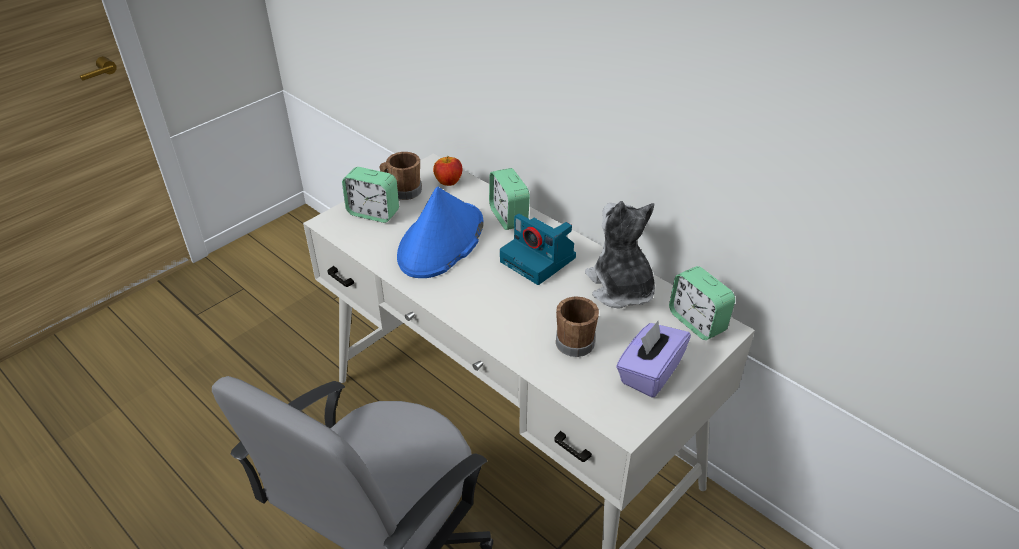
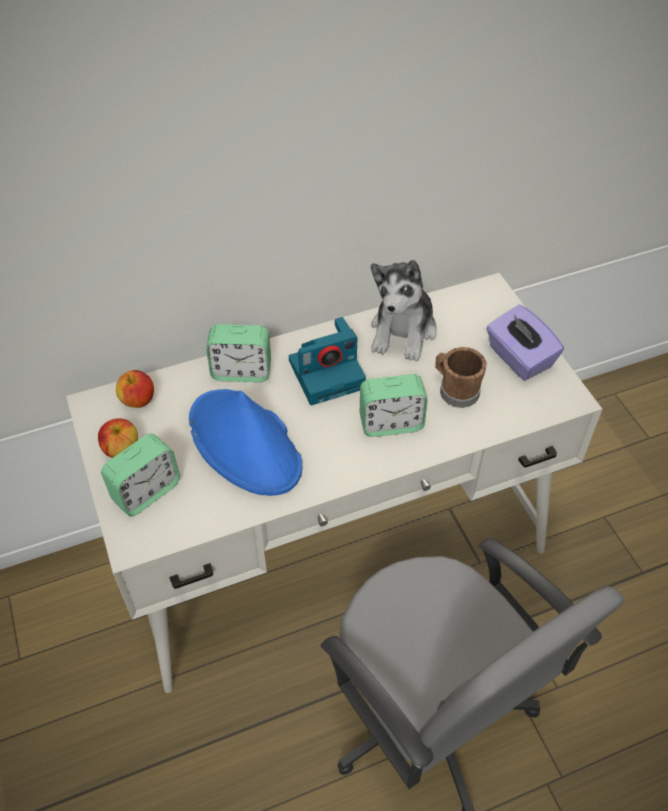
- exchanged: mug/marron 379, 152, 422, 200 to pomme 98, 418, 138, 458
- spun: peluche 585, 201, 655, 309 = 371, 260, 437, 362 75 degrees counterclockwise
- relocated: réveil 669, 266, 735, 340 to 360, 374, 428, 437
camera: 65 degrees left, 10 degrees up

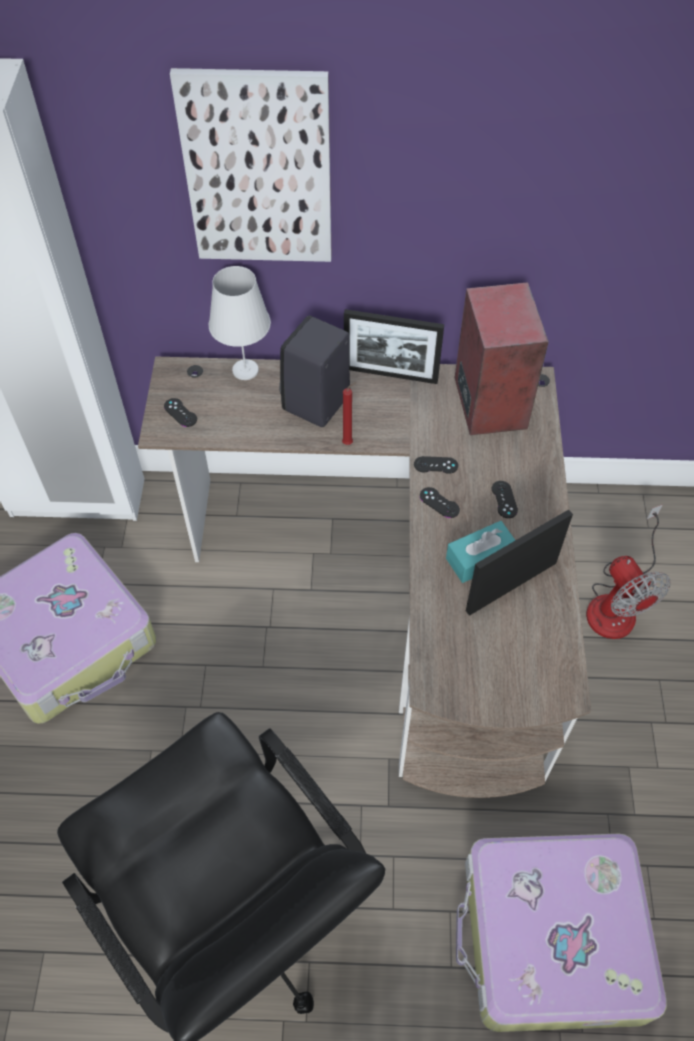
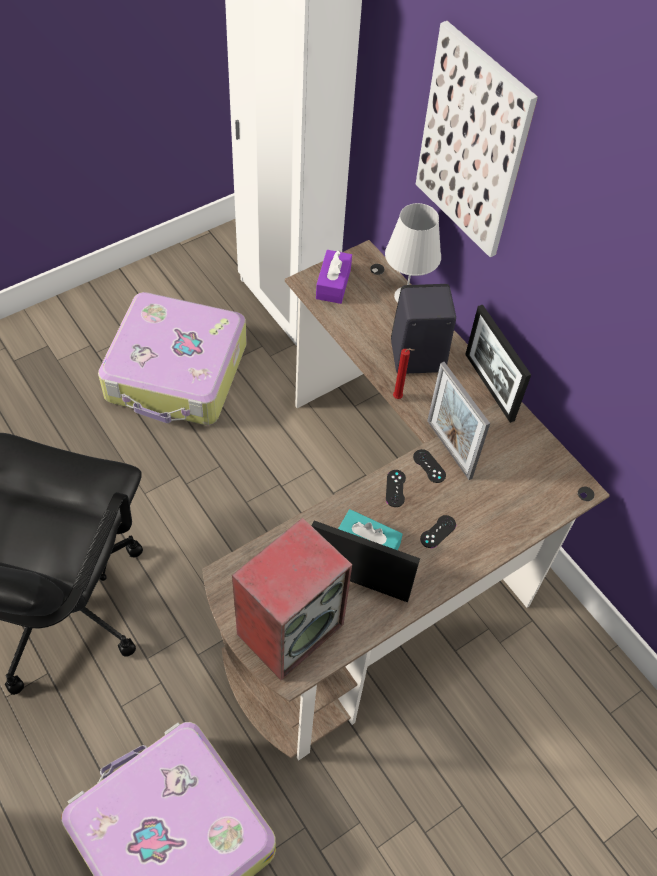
- exchanged: manette/noir 164, 398, 197, 427 to boîte à mouchoirs/violet 316, 250, 352, 304
- relocated: enceinte 455, 282, 549, 435 to 232, 518, 352, 681
- missing: ventilateur 586, 505, 670, 639
- appeared: cadre photo 427, 362, 490, 480
camera: 50 degrees right, 0 degrees up

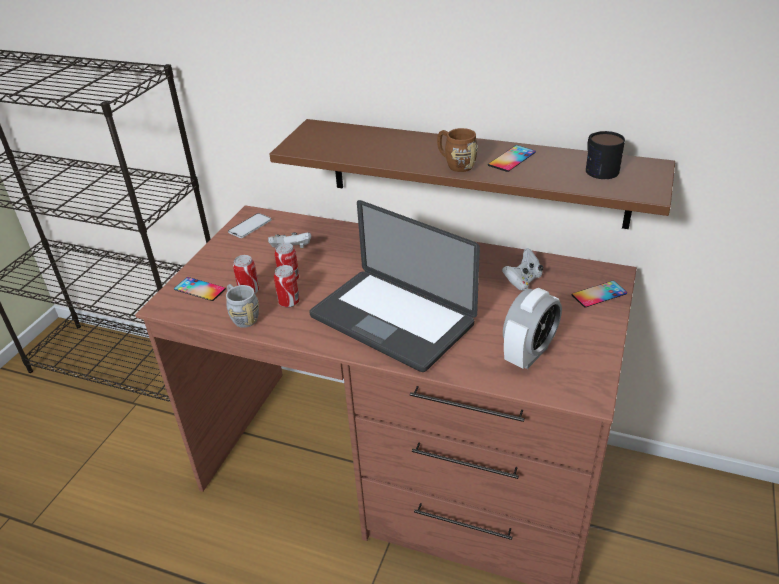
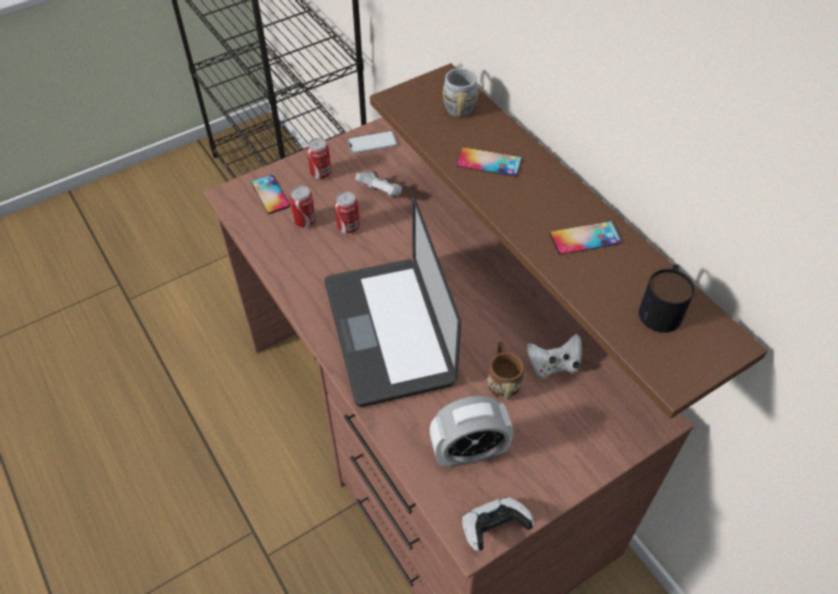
- relocated: mug/gris 226, 284, 259, 328 to 443, 63, 478, 117
- relocated: boîte métallique 274, 265, 300, 308 to 307, 138, 331, 179
- relocated: mug/marron 437, 128, 478, 172 to 487, 342, 525, 400
- relocated: téléphone 572, 281, 627, 307 to 457, 147, 522, 177
- appeared: manette 462, 497, 534, 551
camera: 35 degrees right, 15 degrees up

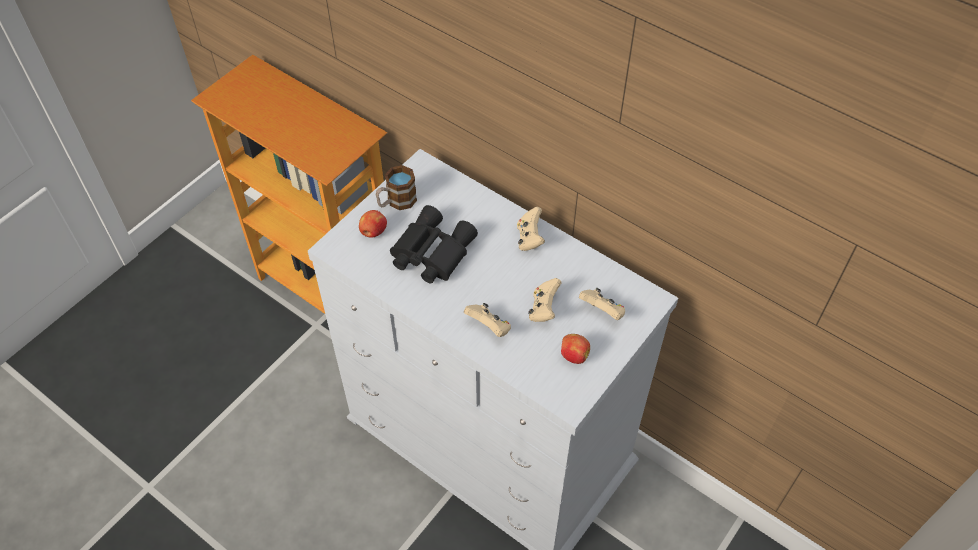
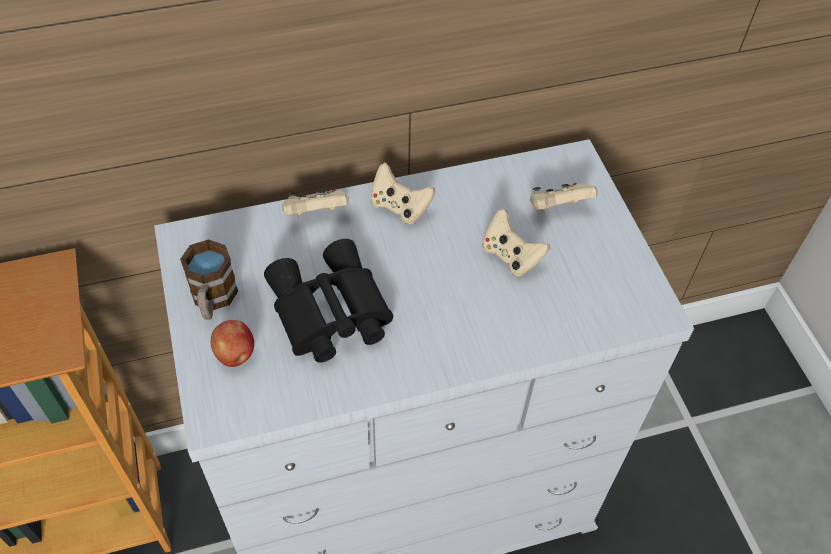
- relocated: manette/beige 464, 303, 511, 337 to 282, 190, 349, 217
- missing: pomme 561, 334, 590, 364
camera: 55 degrees left, 0 degrees up

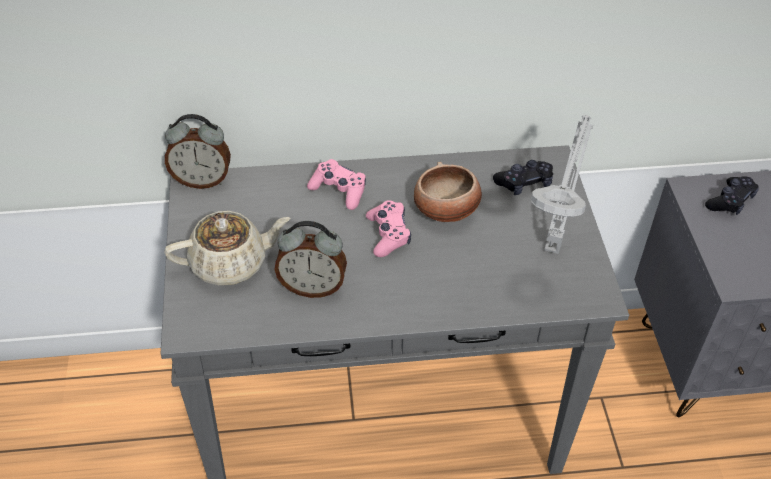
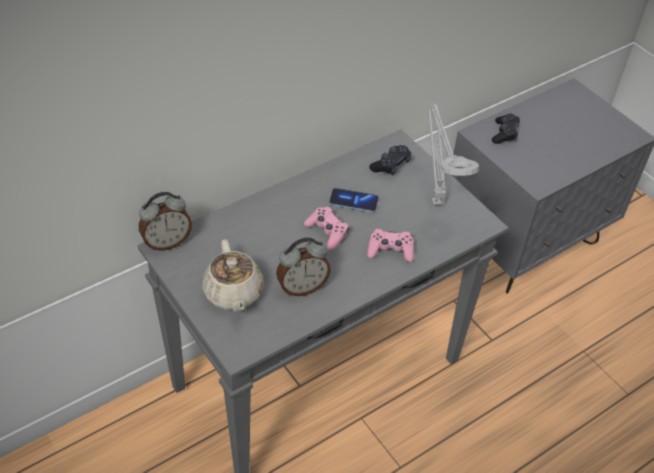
- spun: théière/beige 164, 211, 290, 286 = 202, 239, 263, 312 120 degrees clockwise
- relocated: manette/rose 307, 159, 366, 210 to 367, 229, 414, 262
- exchanged: bol 414, 162, 482, 222 to téléphone 329, 188, 379, 213
camera: 30 degrees left, 0 degrees up

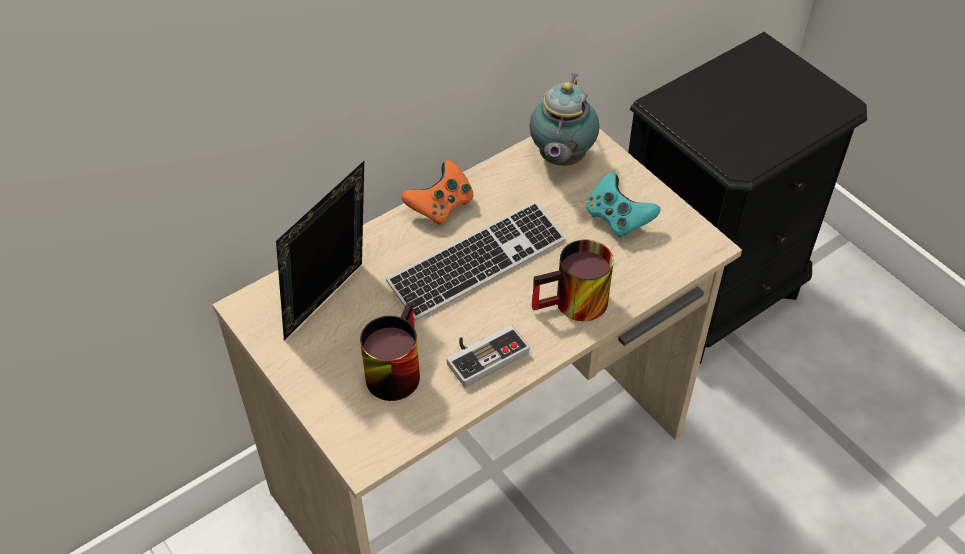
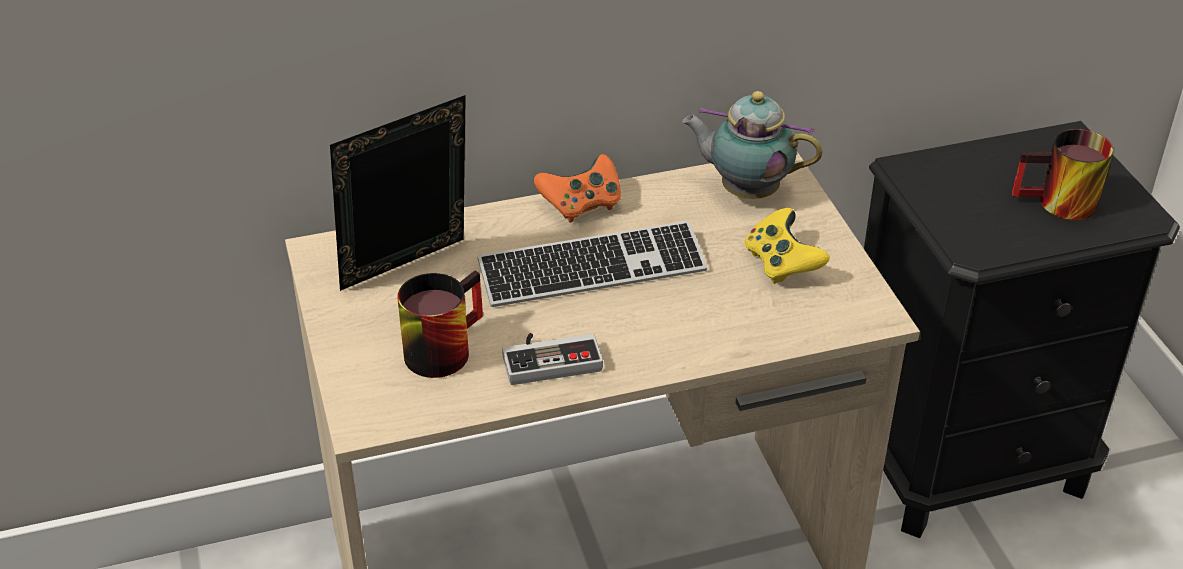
- spun: théière 529, 73, 599, 166 = 682, 91, 822, 199 75 degrees clockwise
- relocated: mug 532, 239, 614, 321 to 1012, 129, 1113, 220
- colour: manette/turquoise 586, 172, 661, 238 to manette/jaune 745, 208, 830, 284
camera: 20 degrees right, 10 degrees down

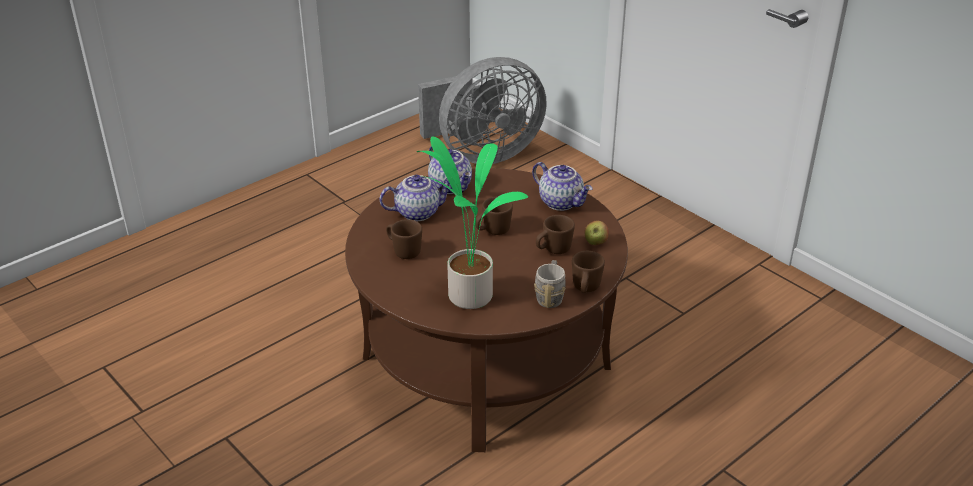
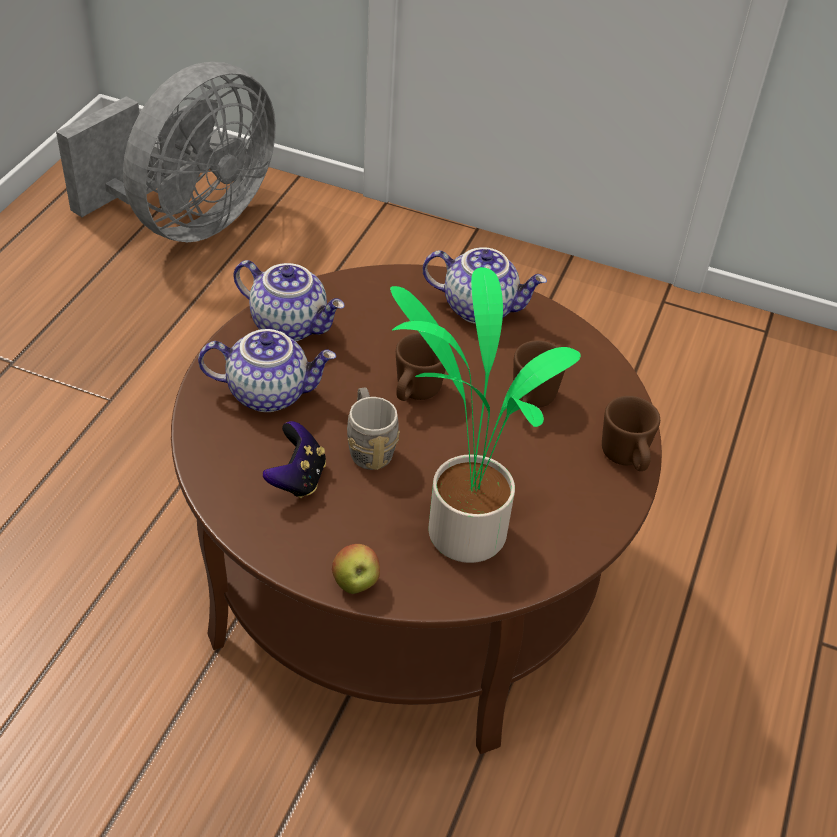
- spun: théière 380, 175, 450, 221 = 198, 329, 336, 412 45 degrees clockwise
- exchanged: mug/marron 386, 219, 422, 259 to manette 263, 421, 326, 498
- relocated: mug/gris 534, 260, 566, 308 to 347, 387, 400, 470
- relocated: pomme 584, 221, 609, 245 to 332, 544, 380, 594
camera: 30 degrees left, 10 degrees up

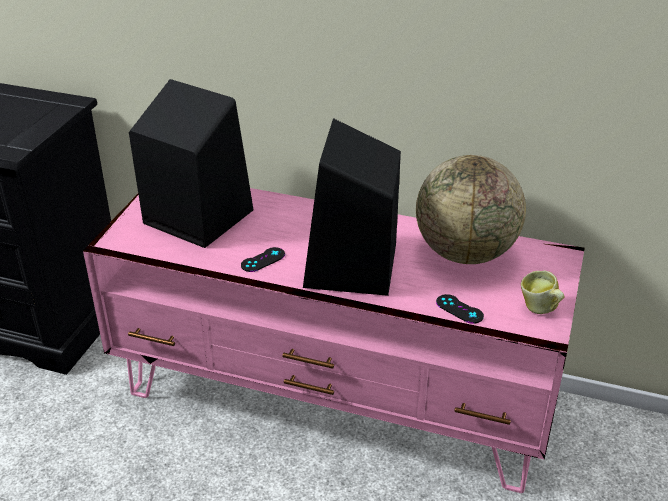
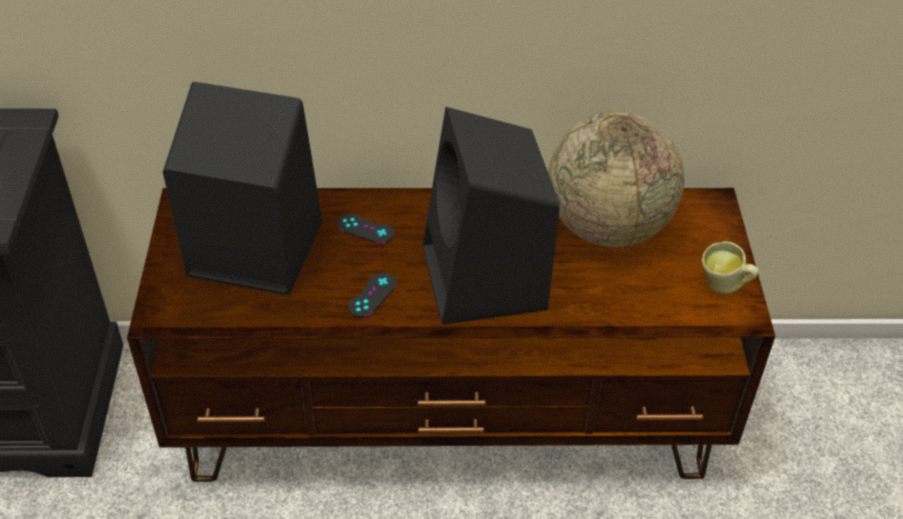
- colour: meuble télé/rose 83, 188, 585, 493 to meuble télé/marron 127, 188, 775, 482
- relocated: manette/noir 436, 294, 484, 324 to 337, 214, 394, 243
camera: 20 degrees left, 10 degrees up

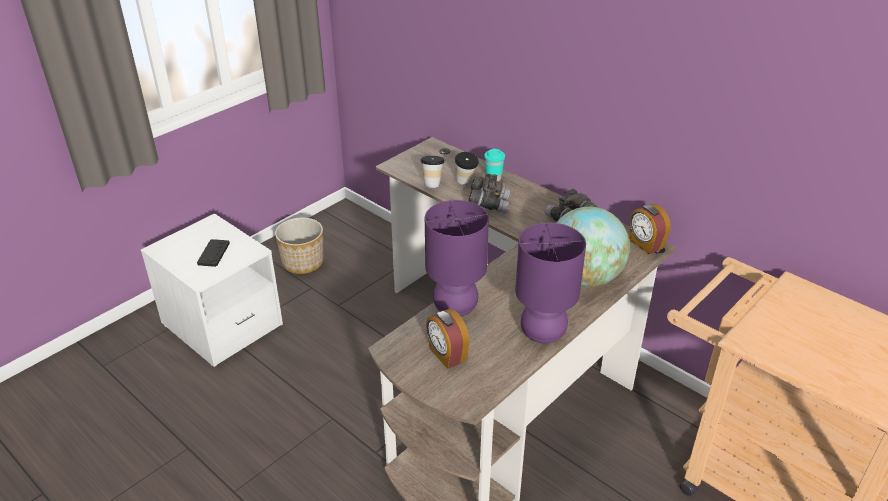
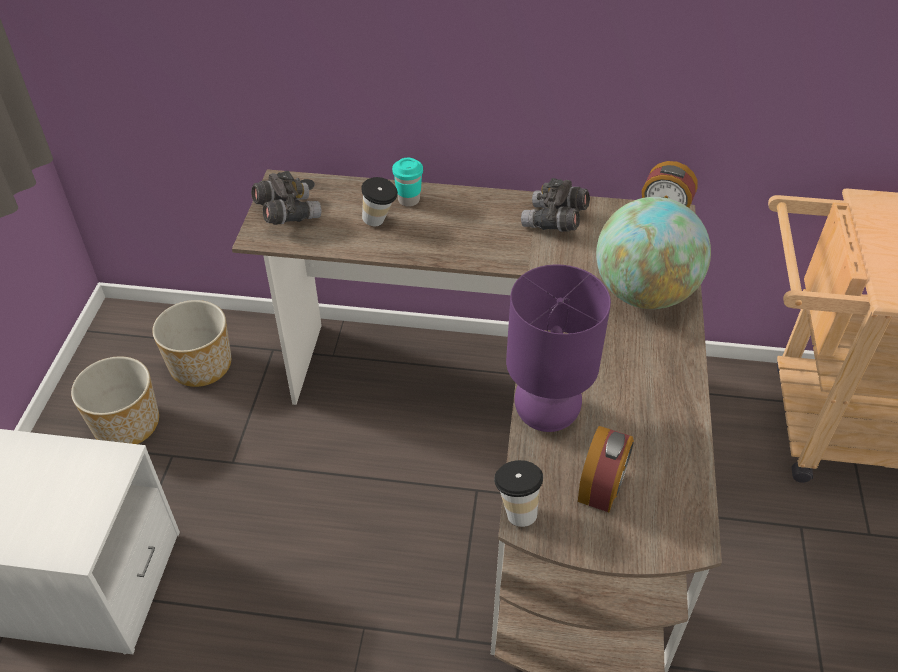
- missing: manette/noir 197, 239, 230, 267
- relocated: tasse 421, 156, 445, 188 to 494, 460, 543, 527
- spun: réveil 426, 309, 470, 369 = 578, 426, 634, 512 90 degrees counterclockwise
- relocated: jumelles/gris 468, 174, 511, 213 to 251, 171, 322, 225
- missing: lampe de table/violet 515, 223, 586, 344
- appeared: cache-pot 152, 300, 231, 387
camera: 35 degrees left, 10 degrees up

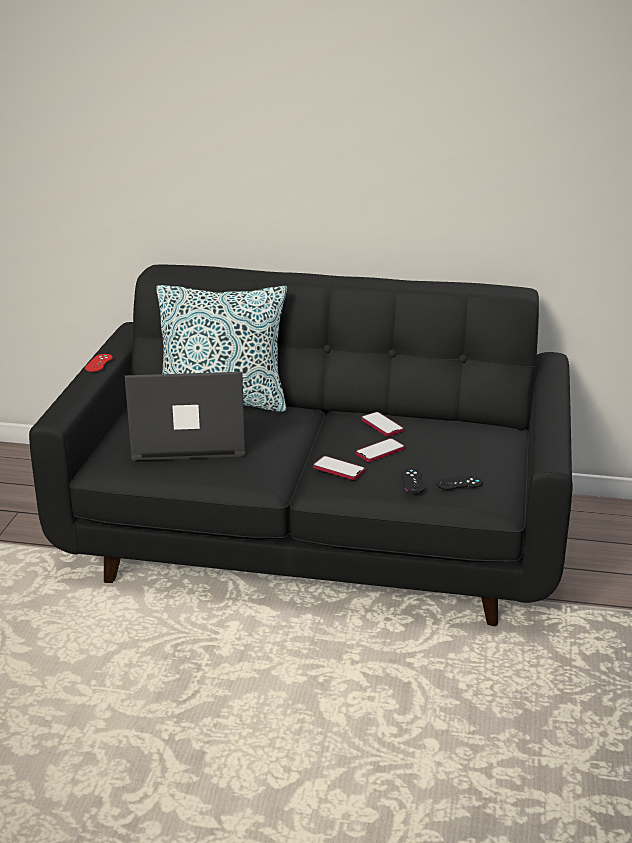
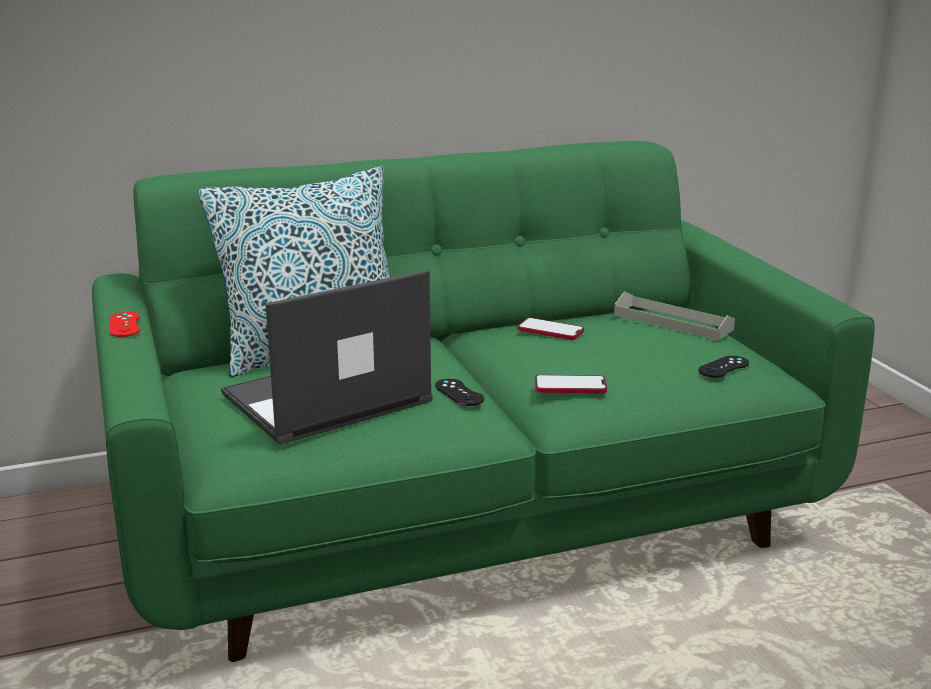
- colour: canapé/noir 29, 265, 573, 626 to canapé/vert 92, 141, 875, 662
- missing: téléphone 356, 438, 405, 462
- relocated: manette/noir 401, 468, 425, 493 to 435, 379, 484, 406
- appeared: plateau/gris 614, 292, 735, 340
camera: 30 degrees left, 5 degrees down

